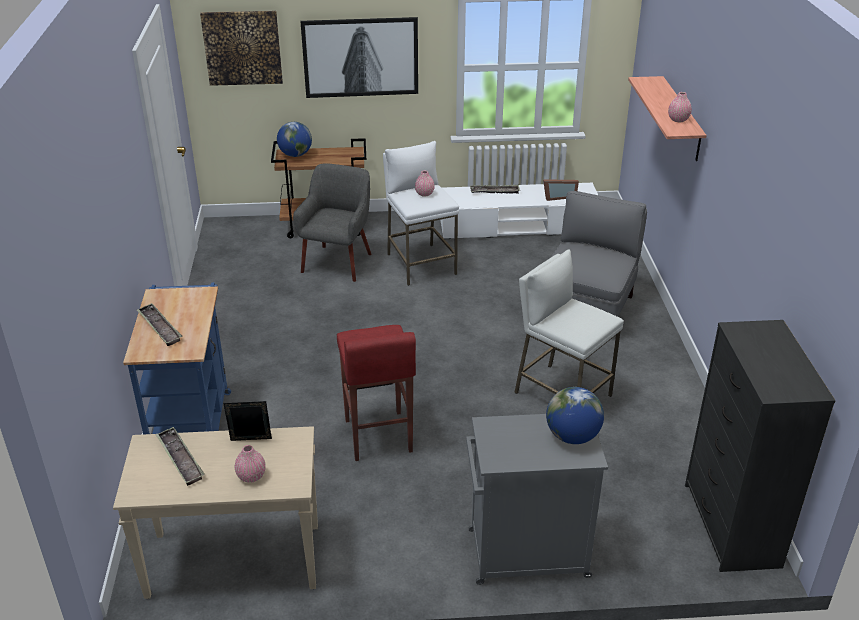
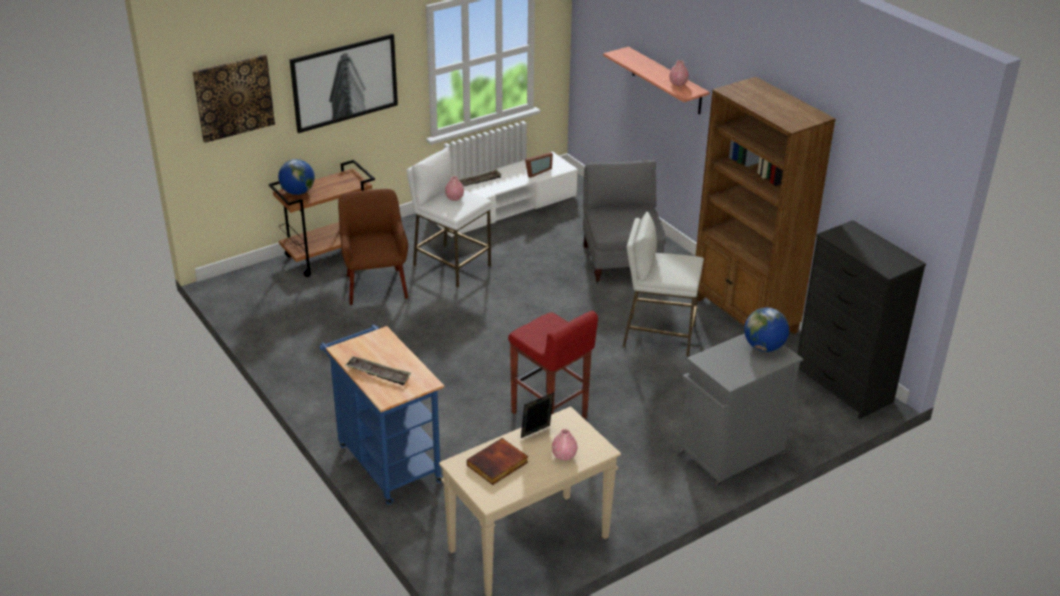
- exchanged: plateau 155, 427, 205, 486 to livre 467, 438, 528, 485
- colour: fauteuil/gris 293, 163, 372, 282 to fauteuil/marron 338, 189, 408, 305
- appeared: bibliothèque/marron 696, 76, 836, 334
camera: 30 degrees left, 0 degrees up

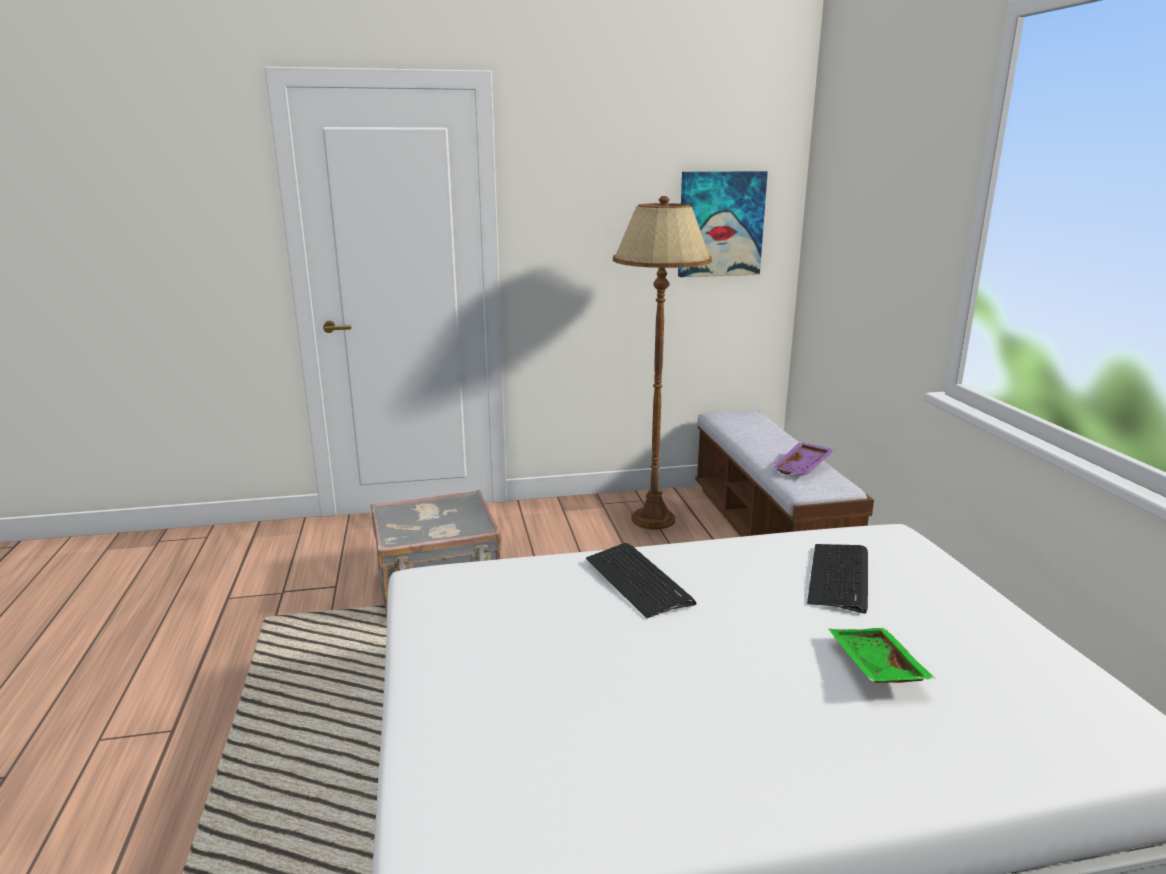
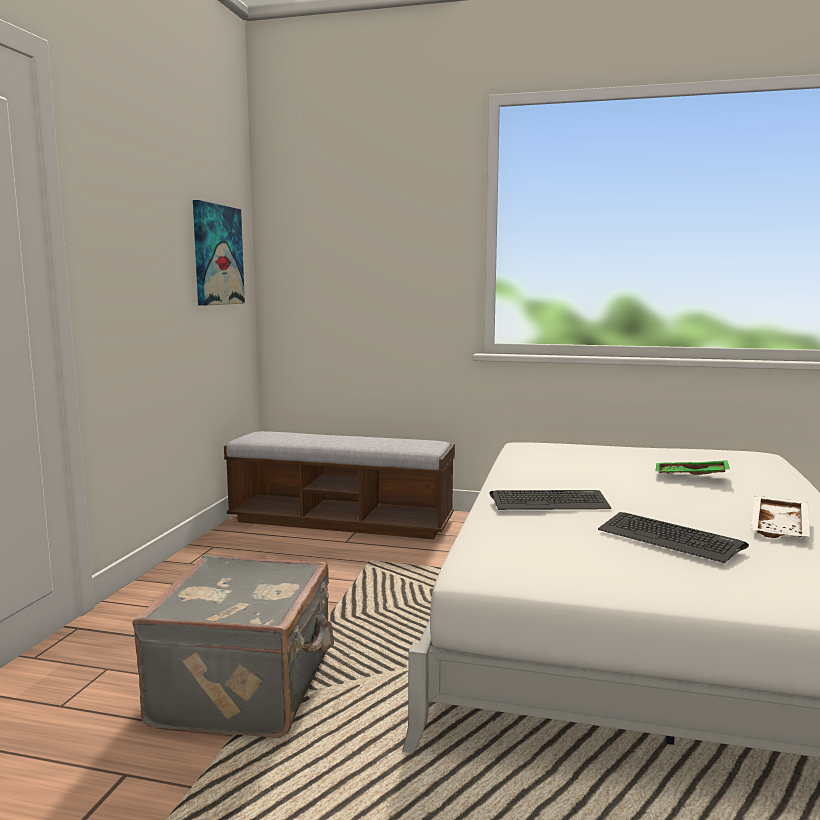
- missing: lampadaire/marron 613, 196, 712, 530
- missing: plateau/violet 771, 442, 834, 475
- relocated: clavier 807, 544, 868, 614 to 598, 512, 749, 563
- appeared: plateau/blanc 751, 496, 810, 538
camera: 65 degrees left, 10 degrees down

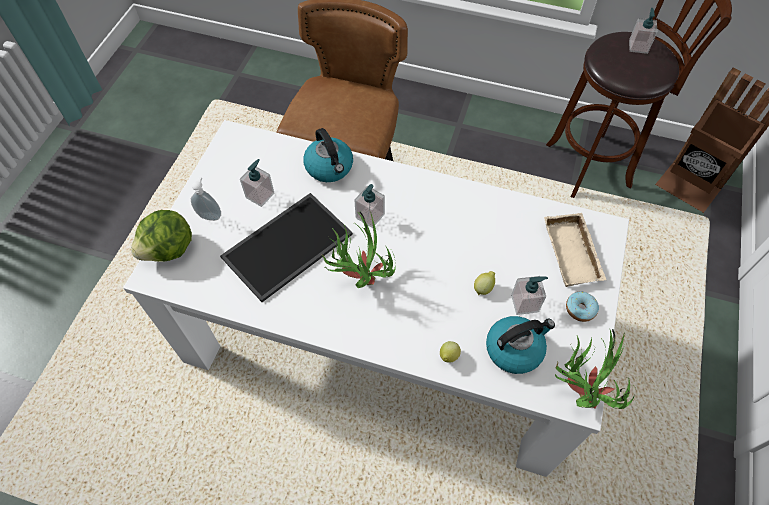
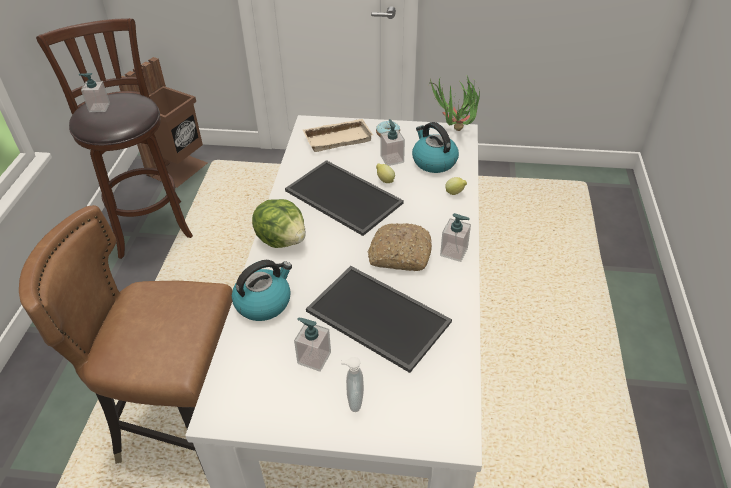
- relocated: laitue 131, 210, 192, 262 to 252, 199, 305, 248
- exchanged: plante en pot 322, 210, 396, 288 to pain 368, 223, 432, 271
- relocated: distributeur de savon 354, 184, 385, 228 to 440, 213, 471, 262
- appeared: plateau 285, 160, 404, 236
camera: 100 degrees left, 15 degrees down

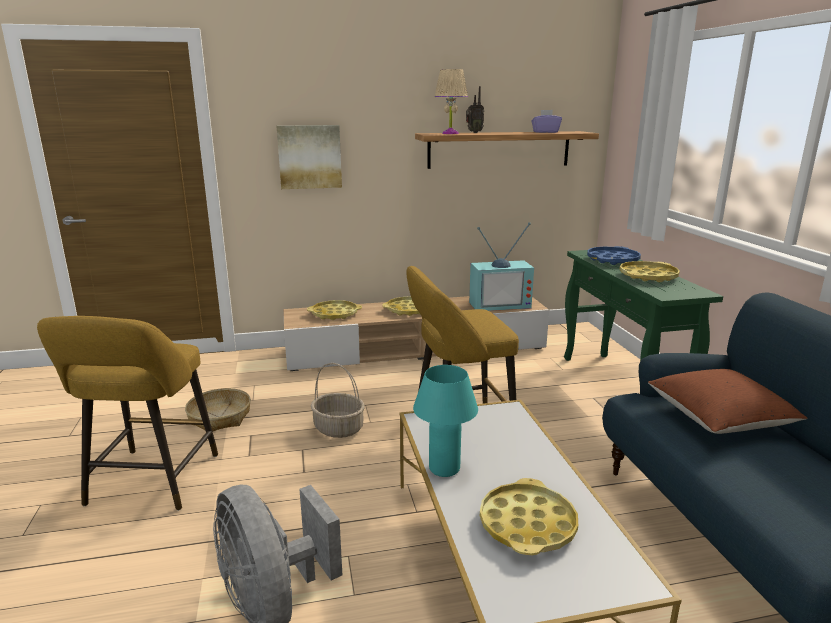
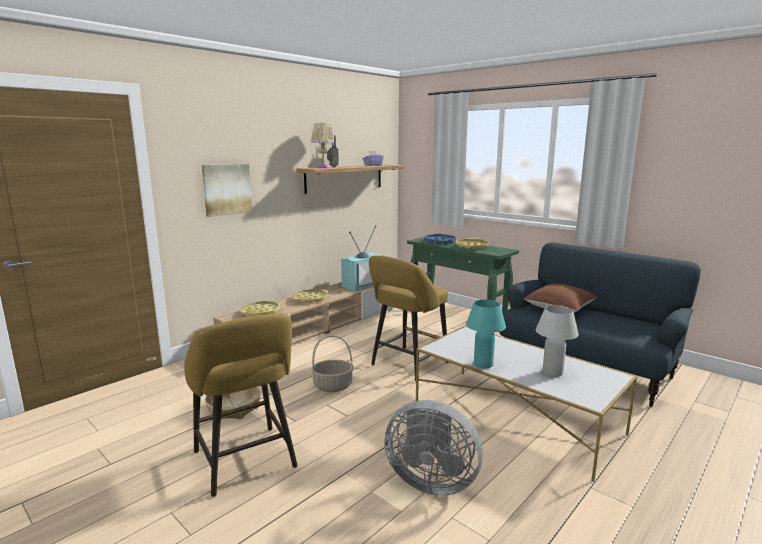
- exchanged: plateau/jaune 480, 478, 578, 555 to lampe de table/blanc 536, 305, 579, 377
camera: 35 degrees left, 5 degrees down

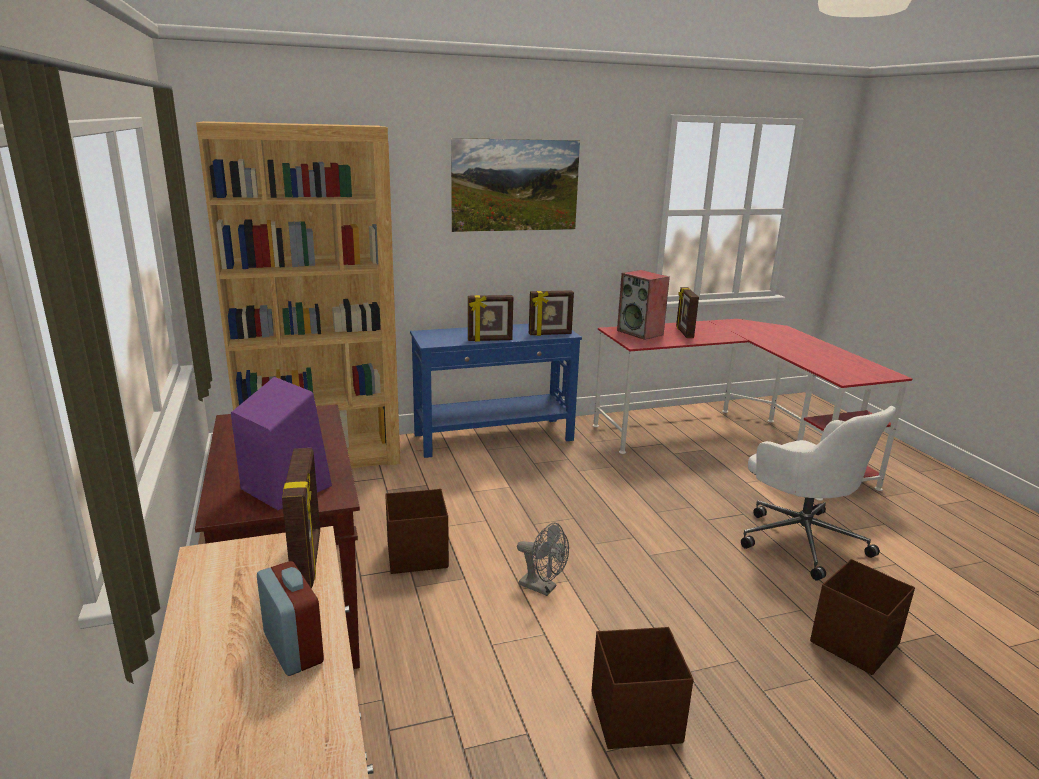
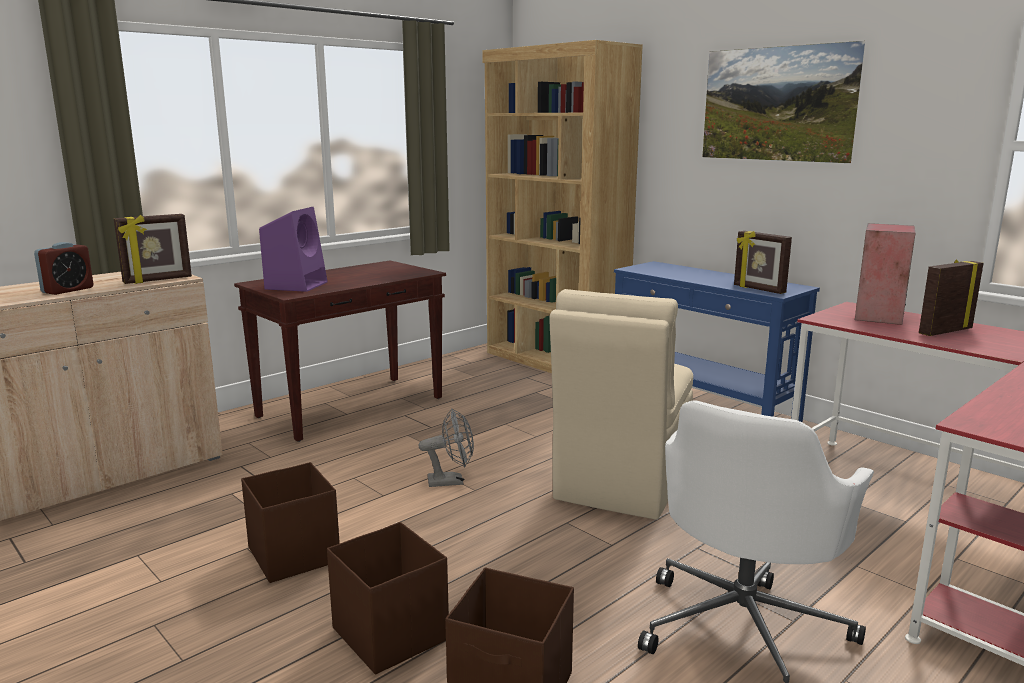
- relocated: boîte de rangement/marron 385, 489, 449, 574 to 327, 522, 449, 675
- missing: cadre photo 468, 295, 513, 342
- spun: ventilateur/gris 517, 523, 569, 596 = 419, 409, 474, 487 105 degrees counterclockwise
- appeared: chaise/beige 550, 289, 693, 520
camera: 65 degrees right, 5 degrees down

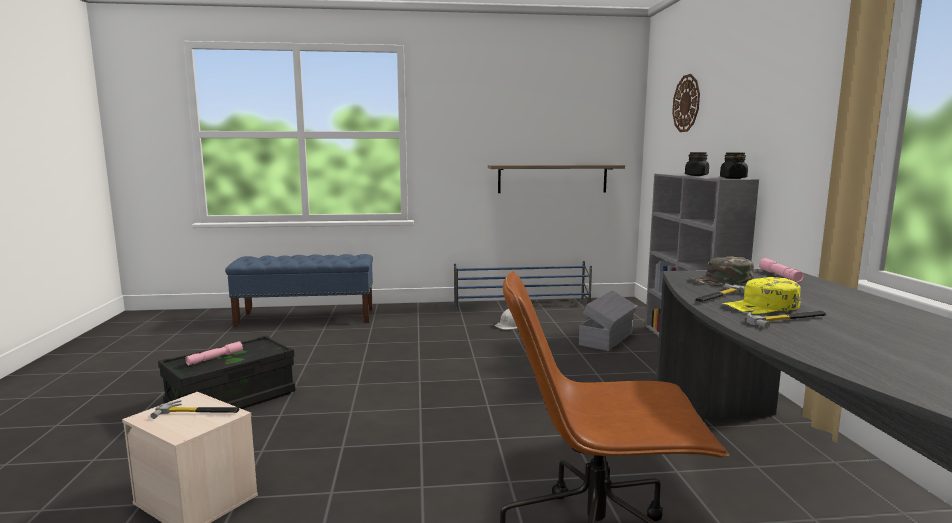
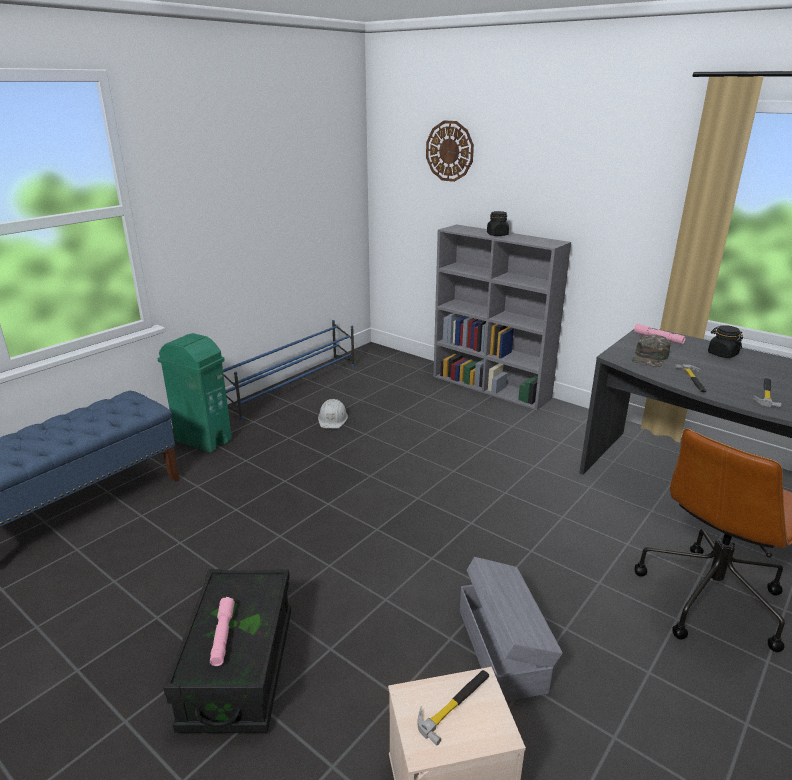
- missing: étagère 488, 165, 625, 193
- relocated: boîte de rangement/gris 579, 290, 638, 351 to 460, 557, 563, 702
- relocated: bocal/noir 720, 152, 748, 179 to 708, 325, 743, 358
- missing: casquette/jaune 722, 277, 801, 314
- appeared: poubelle/vert 158, 333, 232, 453
camera: 45 degrees left, 15 degrees up

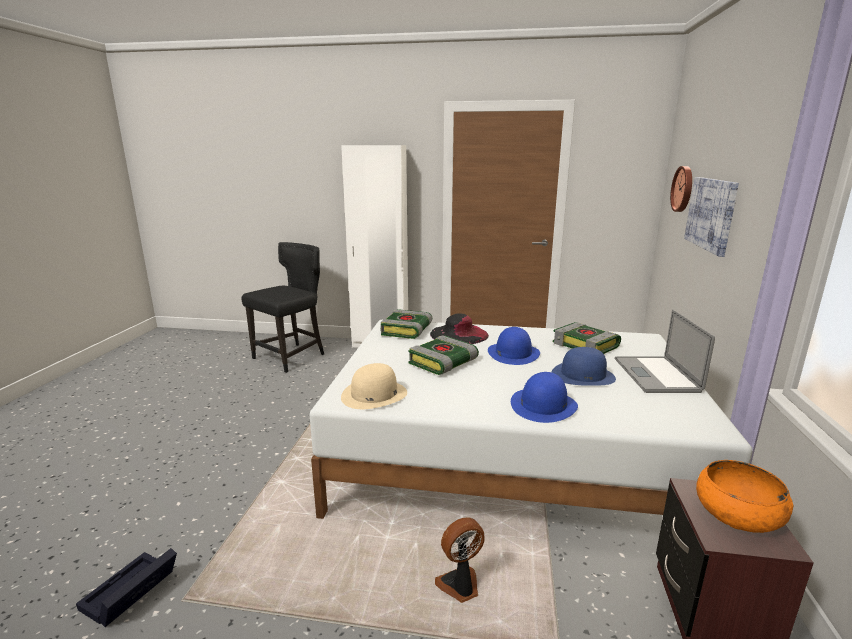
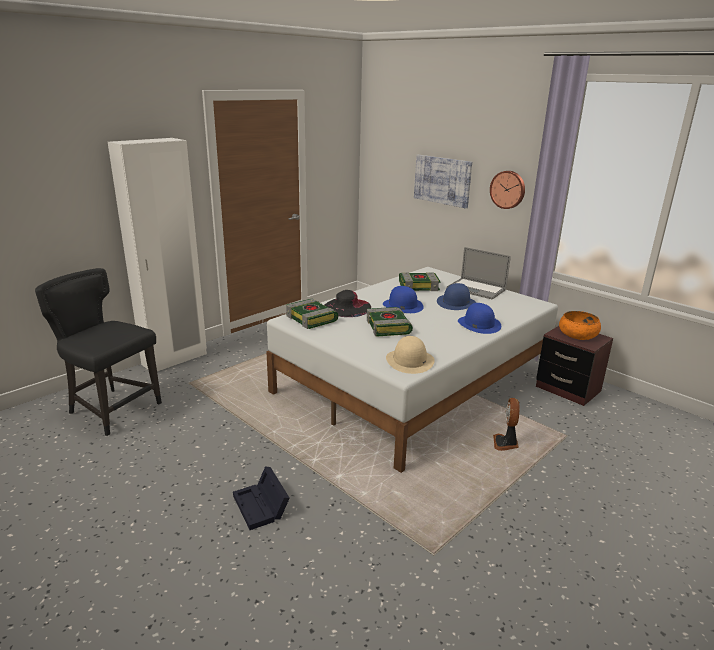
- relocated: boîte de rangement/noir 76, 548, 177, 627 to 233, 467, 290, 530
- spun: chaise/noir 242, 242, 324, 373 = 35, 268, 162, 436 45 degrees counterclockwise
- relocated: horloge murale 670, 166, 692, 212 to 490, 171, 525, 209
camera: 55 degrees left, 5 degrees up

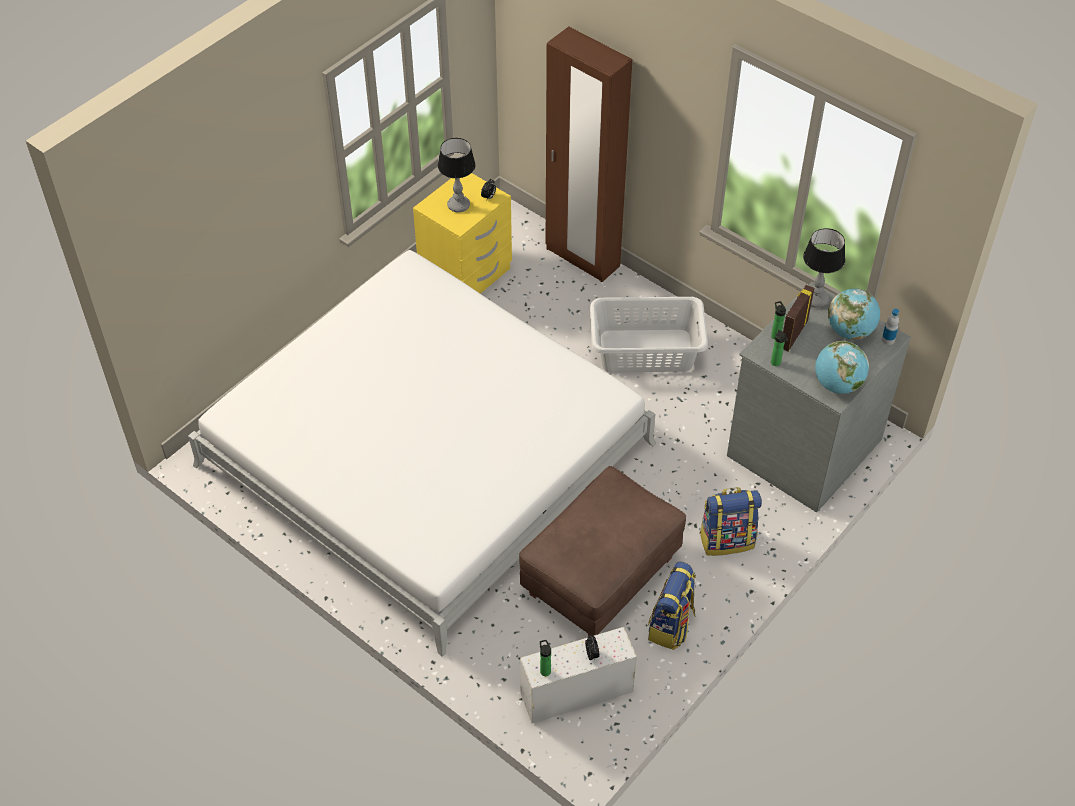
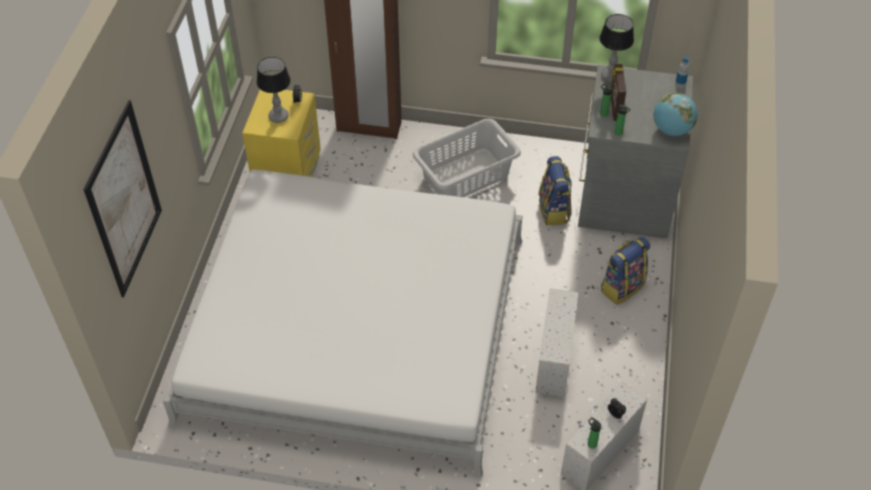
- exchanged: pouf/marron 519, 466, 686, 637 to boîte de rangement/blanc 535, 288, 578, 397
- relocated: sac à dos 648, 561, 696, 650 to 539, 156, 571, 225
- missing: globe 828, 288, 880, 340
- appeared: tableau 84, 100, 162, 298
camera: 30 degrees left, 0 degrees up

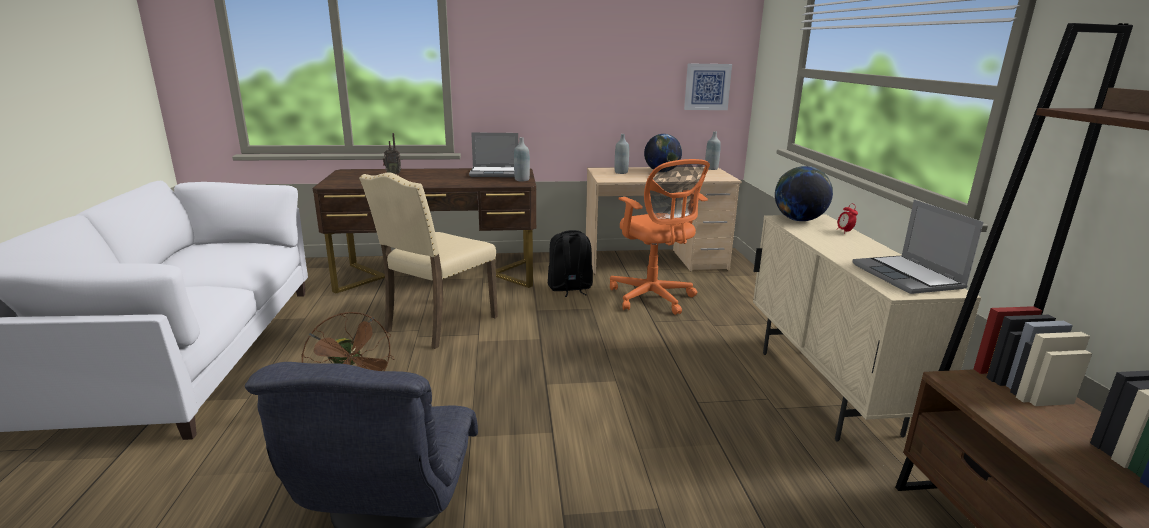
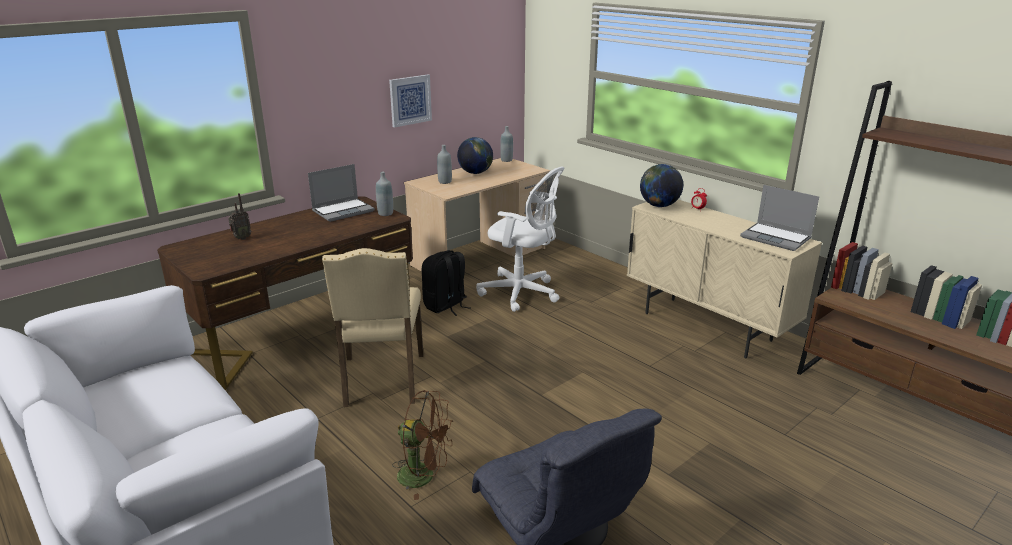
- colour: chaise de bureau/orange 610, 159, 710, 315 to chaise de bureau/blanc 476, 167, 564, 312
- relocated: tableau 684, 63, 732, 110 to 389, 74, 432, 127
camera: 35 degrees left, 5 degrees up

